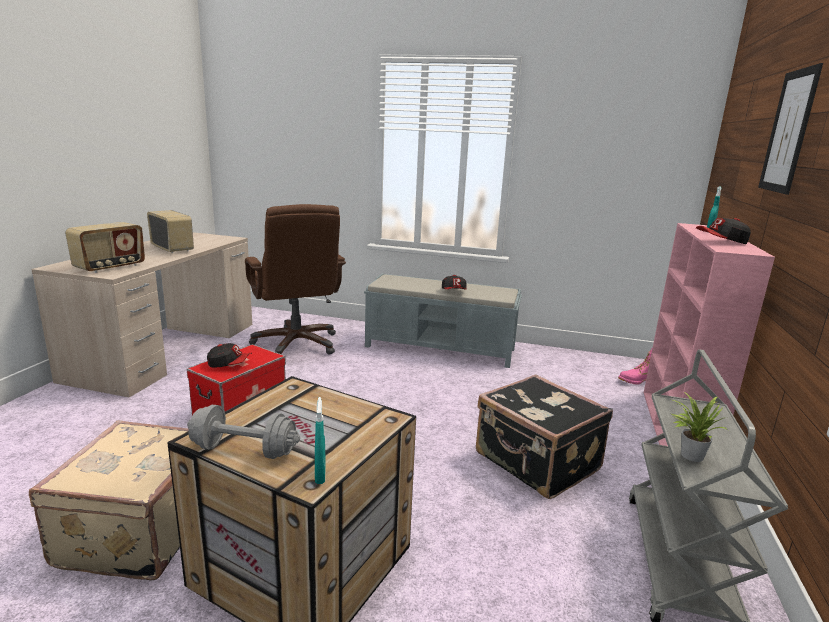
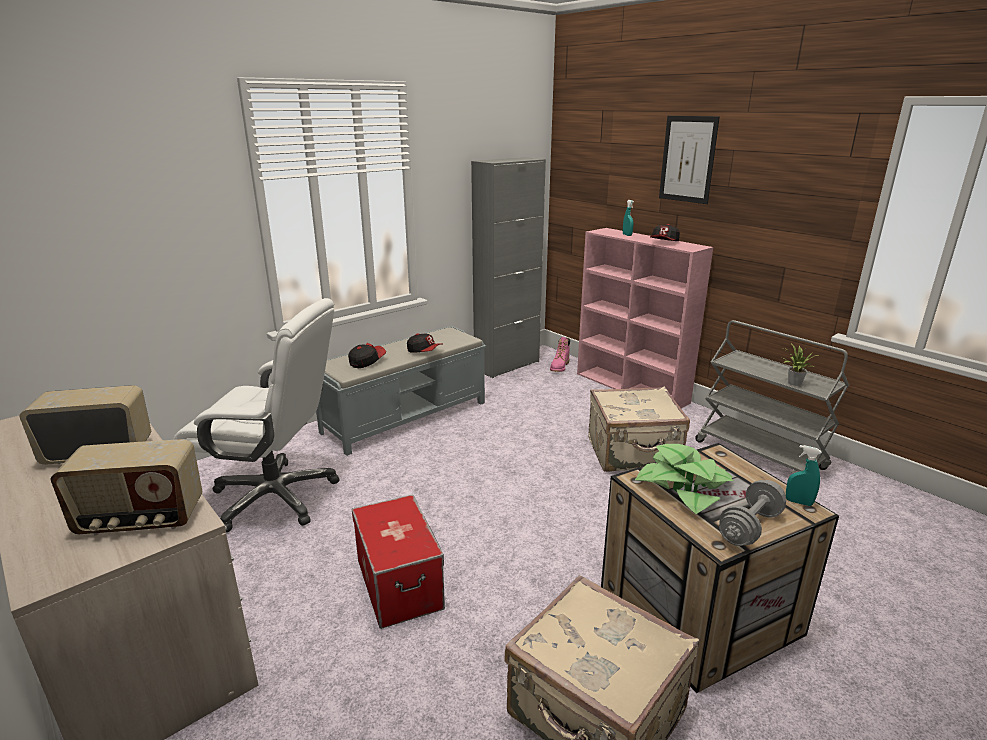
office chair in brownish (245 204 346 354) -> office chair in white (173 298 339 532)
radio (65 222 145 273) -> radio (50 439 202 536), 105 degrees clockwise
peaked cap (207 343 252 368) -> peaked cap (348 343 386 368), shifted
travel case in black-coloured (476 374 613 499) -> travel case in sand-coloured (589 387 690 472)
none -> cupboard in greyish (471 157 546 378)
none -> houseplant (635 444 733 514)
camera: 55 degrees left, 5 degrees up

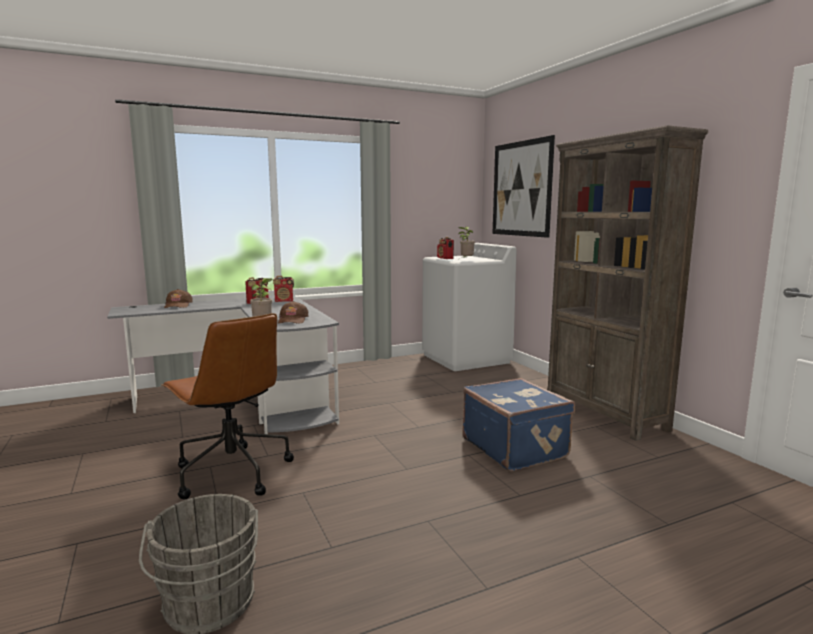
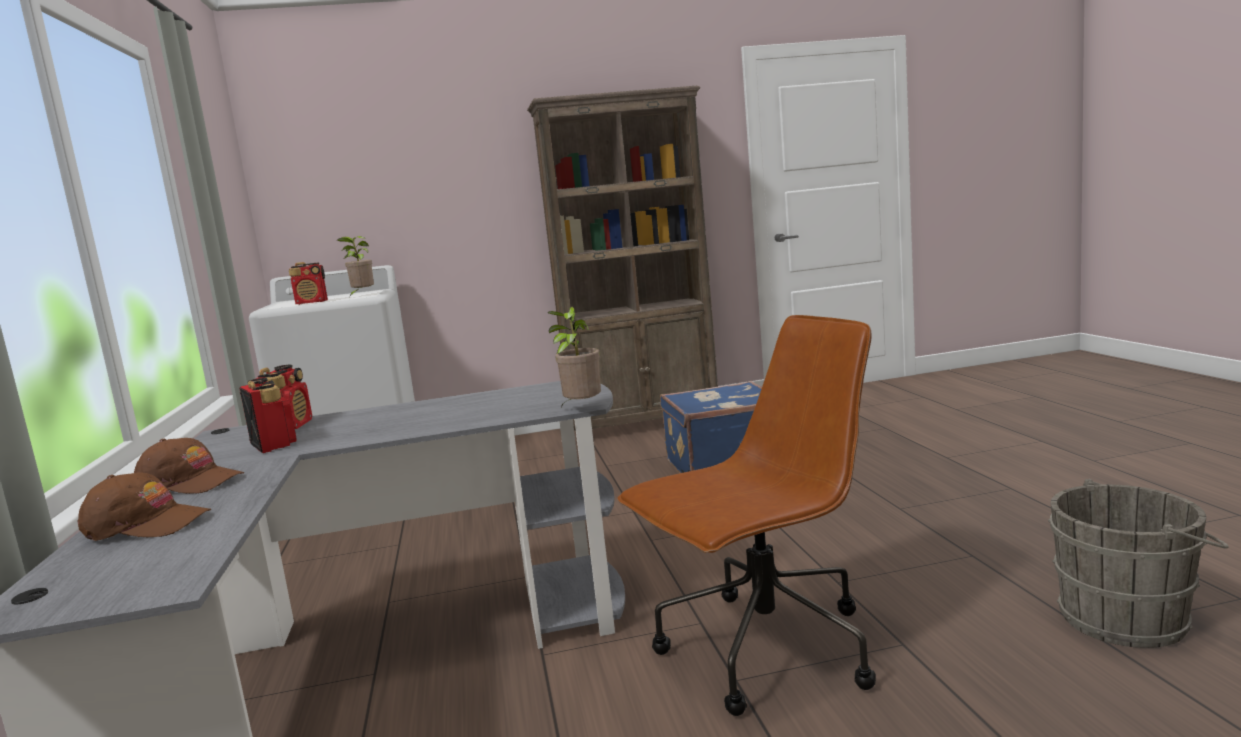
wall art (493 135 555 238) -> none
peaked cap in brownish (278 301 308 323) -> peaked cap in brownish (134 438 244 494), shifted
camera: 75 degrees left, 0 degrees up

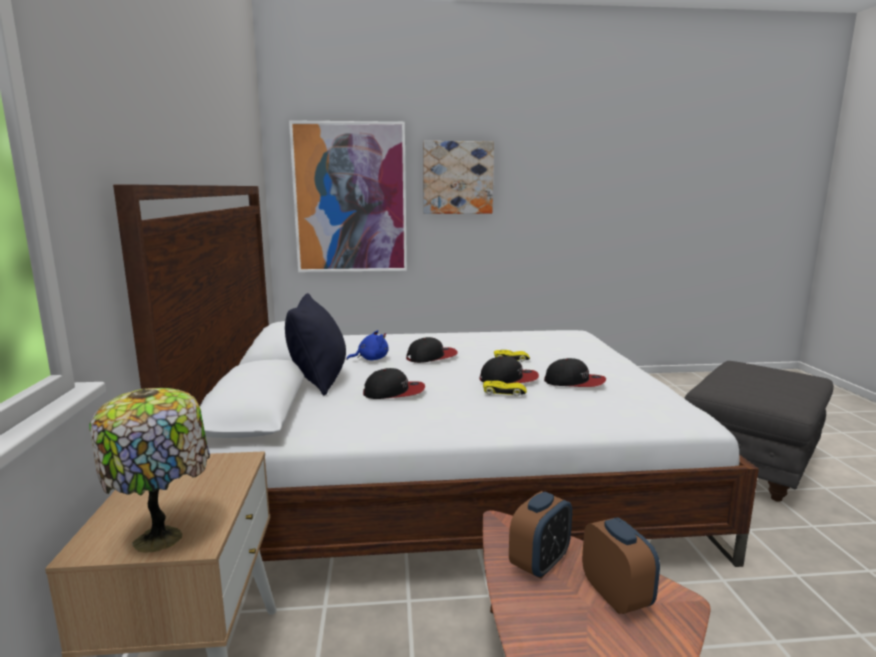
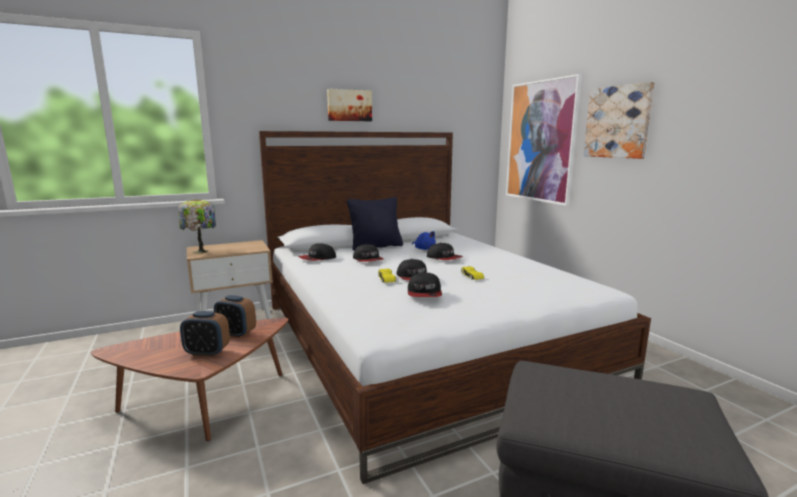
alarm clock (582 518 660 614) -> alarm clock (180 311 230 357), 45 degrees clockwise
none -> wall art (327 89 372 121)
none -> peaked cap (298 243 336 261)
camera: 70 degrees right, 0 degrees up

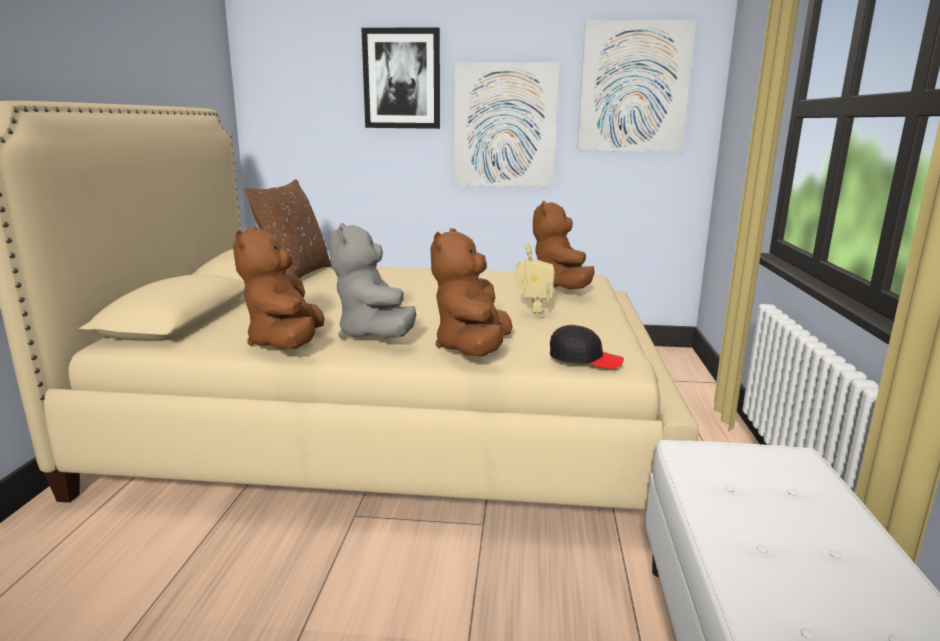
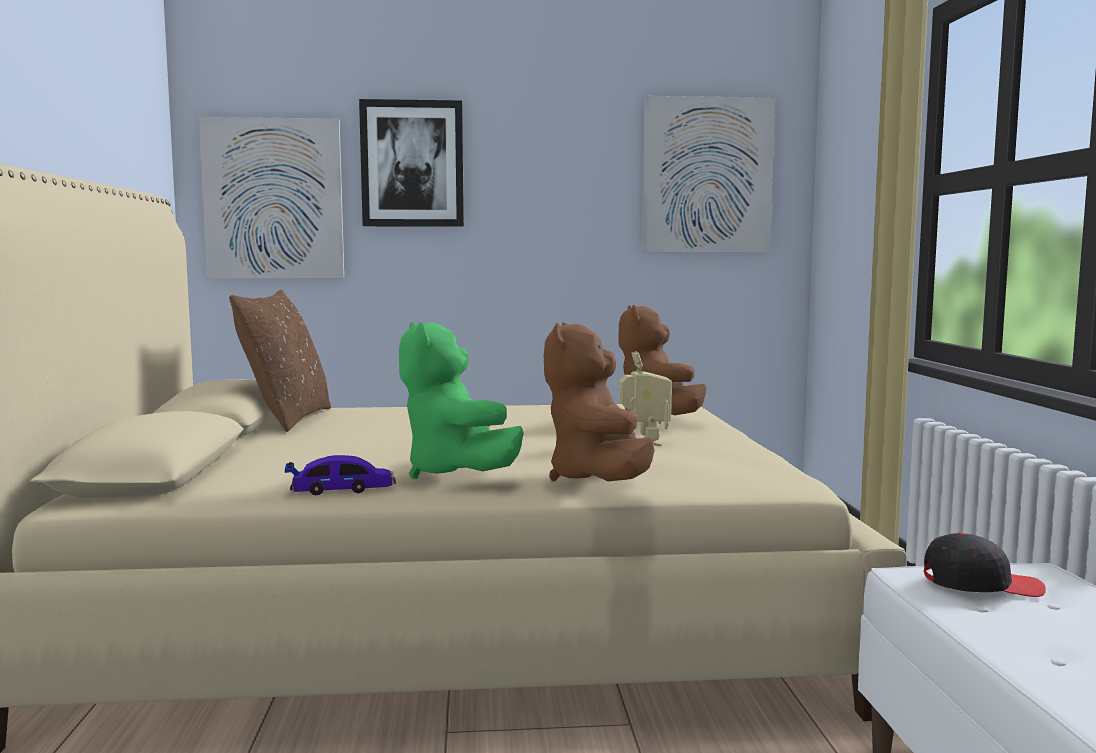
wall art (454 62 559 187) -> wall art (199 117 344 278), shifted
cuddly toy in greyish (329 223 416 339) -> cuddly toy in green-coloured (399 322 524 479)
cuddly toy in brownish (233 226 325 349) -> miniature car (285 455 396 495)
peaked cap in black-coloured (550 324 624 369) -> peaked cap in black-coloured (924 532 1046 597), shifted
camera: 10 degrees left, 10 degrees down

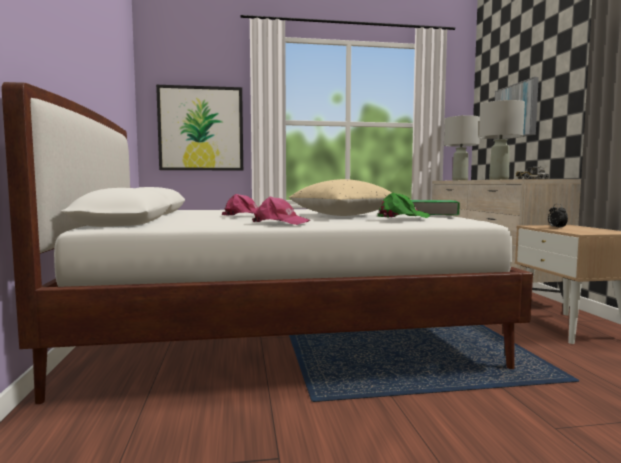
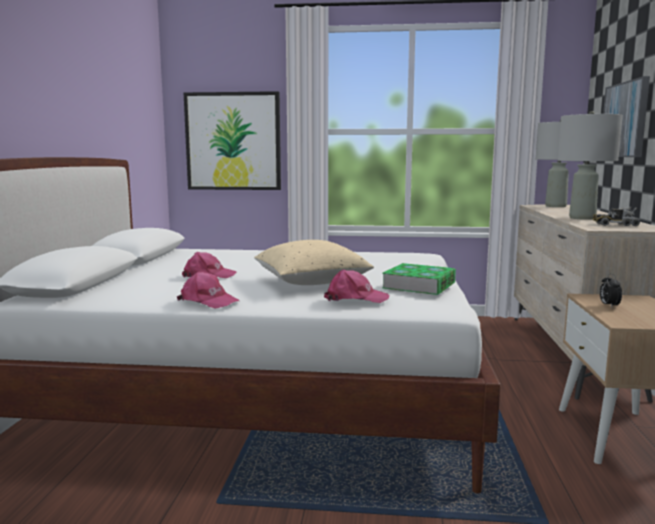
peaked cap in green-coloured (377 193 430 218) -> peaked cap in pink-coloured (324 270 390 303)
camera: 15 degrees right, 5 degrees up

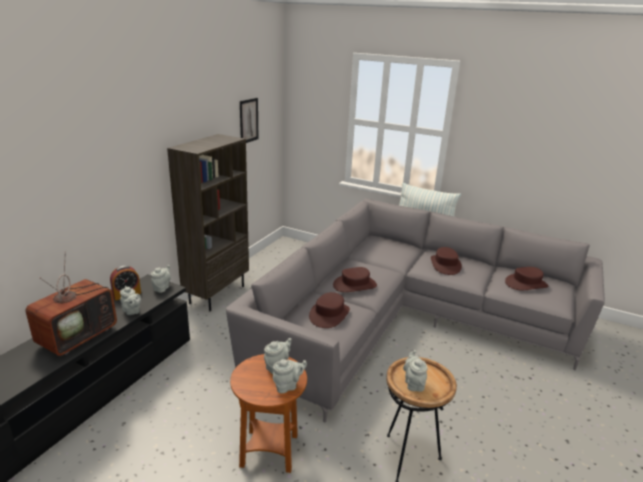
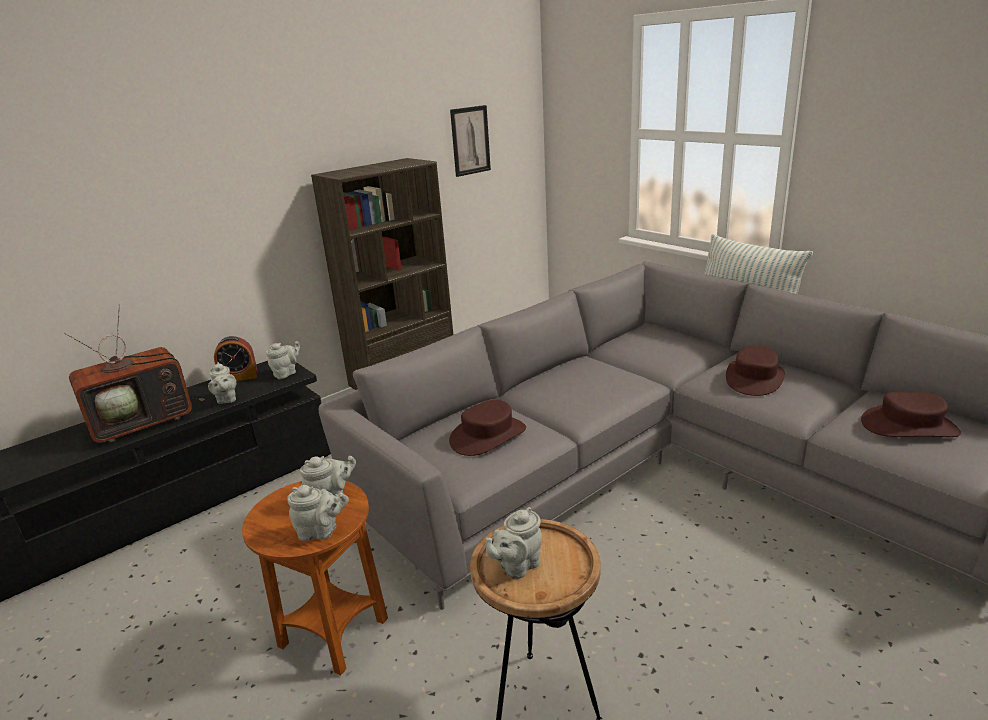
clothing hat in brownish (333 267 377 292) -> none
tea pot in greyish (403 350 427 392) -> tea pot in greyish (485 507 542 579), 150 degrees counterclockwise
camera: 25 degrees right, 0 degrees up

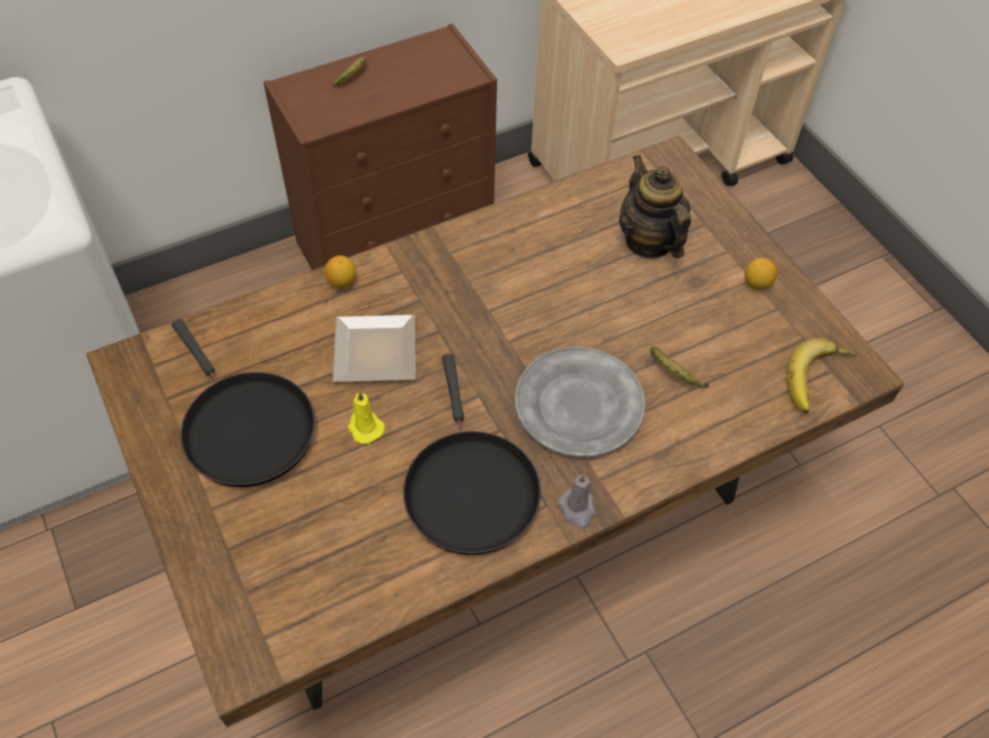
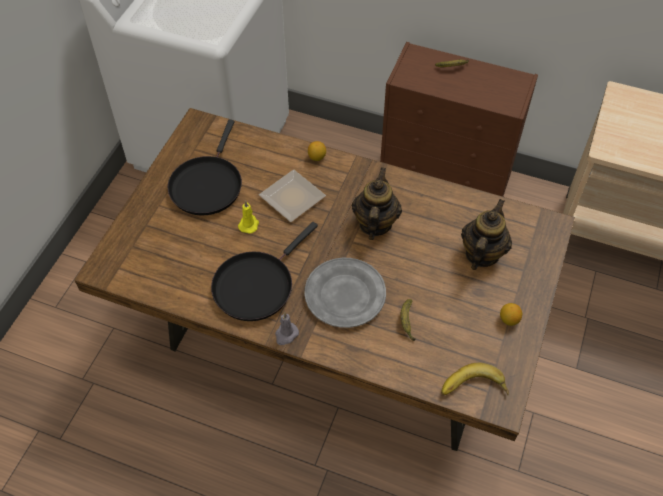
none -> tea pot (352 167 402 240)
camera: 50 degrees right, 0 degrees up

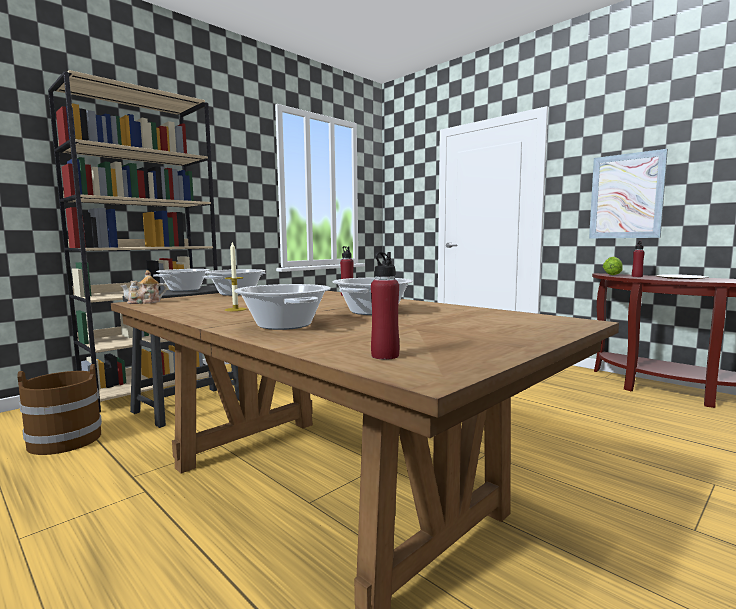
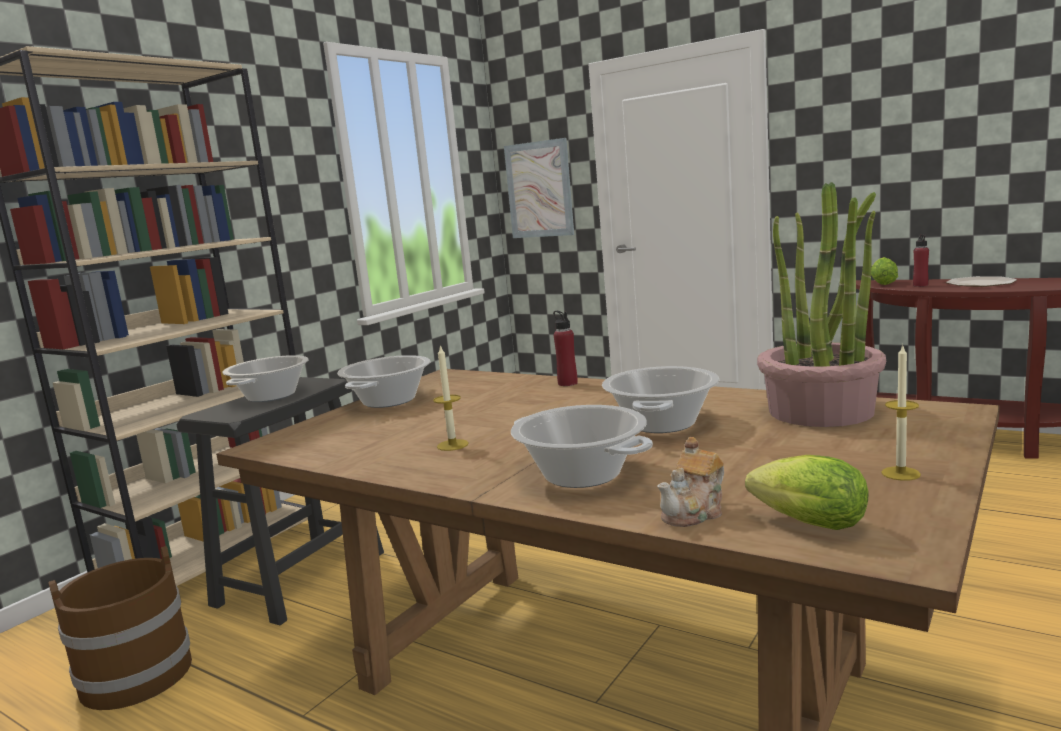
wall art (589 149 668 238) -> wall art (504 138 574 238), shifted
bottle in red (371 252 399 360) -> head of lettuce (745 455 868 530)
tea pot (120 270 167 304) -> tea pot (657 437 724 527), shifted
none -> houseplant (757 182 886 427)
none -> candle (881 344 921 481)
camera: 10 degrees left, 5 degrees up

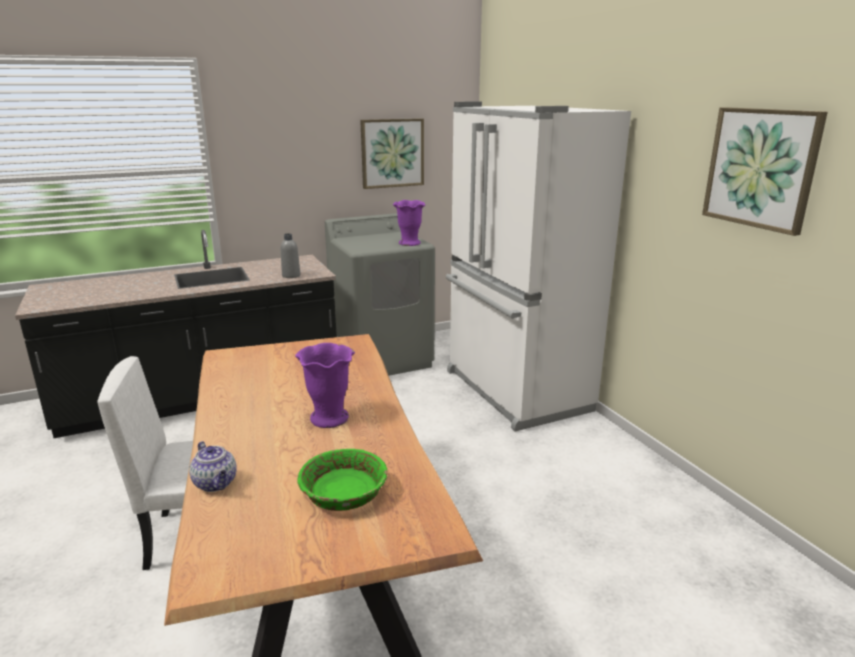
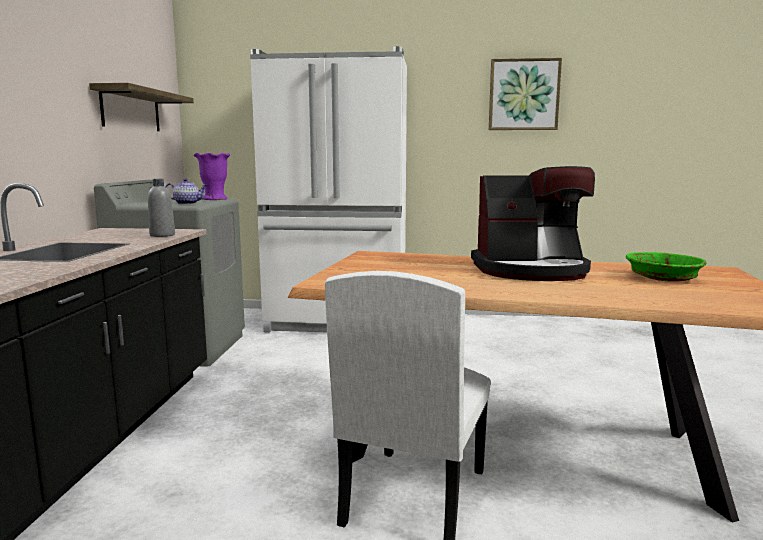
wall art (360 118 424 189) -> shelf (89 83 194 131)
vase in purple-coloured (295 343 355 428) -> coffee maker (471 166 595 281)
tea pot (189 441 237 492) -> tea pot (165 178 208 204), shifted
camera: 60 degrees left, 10 degrees down

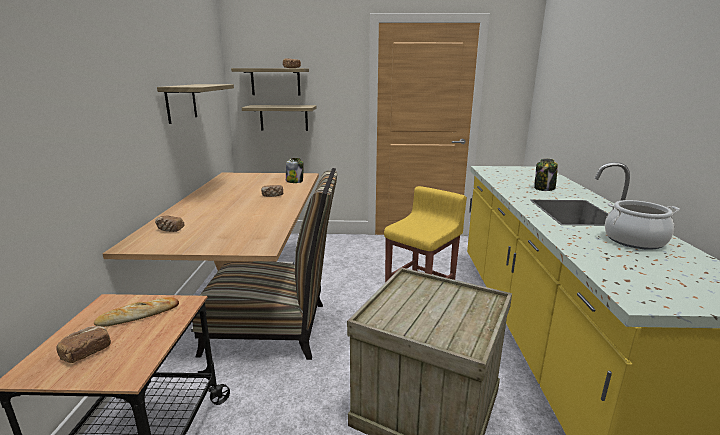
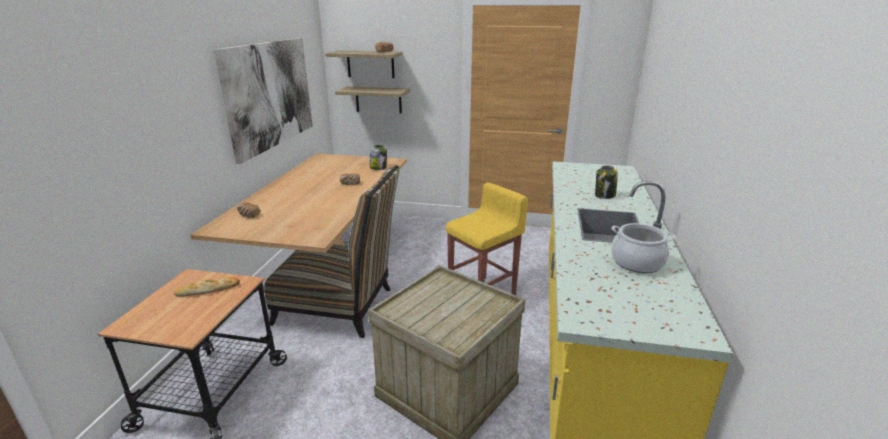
shelf (157 84 234 124) -> wall art (214 38 313 164)
baked bread (56 326 111 363) -> none
camera: 10 degrees right, 5 degrees up

